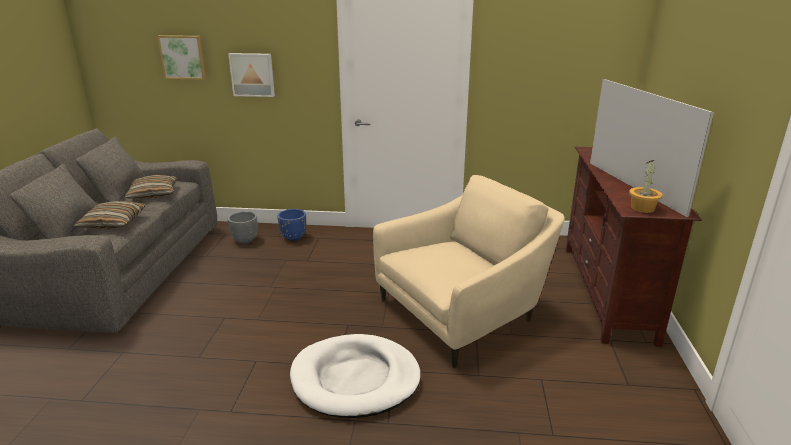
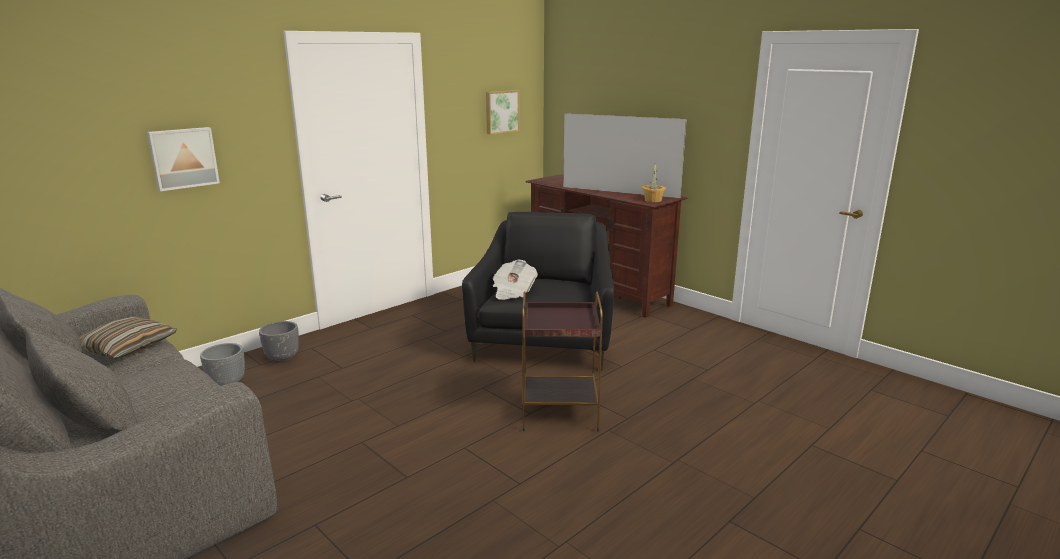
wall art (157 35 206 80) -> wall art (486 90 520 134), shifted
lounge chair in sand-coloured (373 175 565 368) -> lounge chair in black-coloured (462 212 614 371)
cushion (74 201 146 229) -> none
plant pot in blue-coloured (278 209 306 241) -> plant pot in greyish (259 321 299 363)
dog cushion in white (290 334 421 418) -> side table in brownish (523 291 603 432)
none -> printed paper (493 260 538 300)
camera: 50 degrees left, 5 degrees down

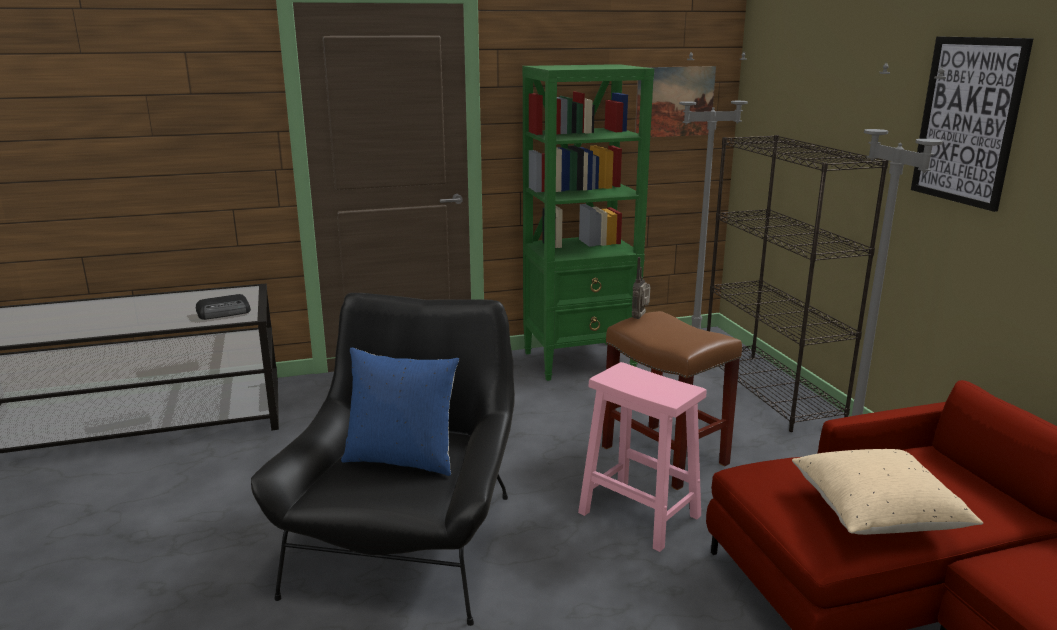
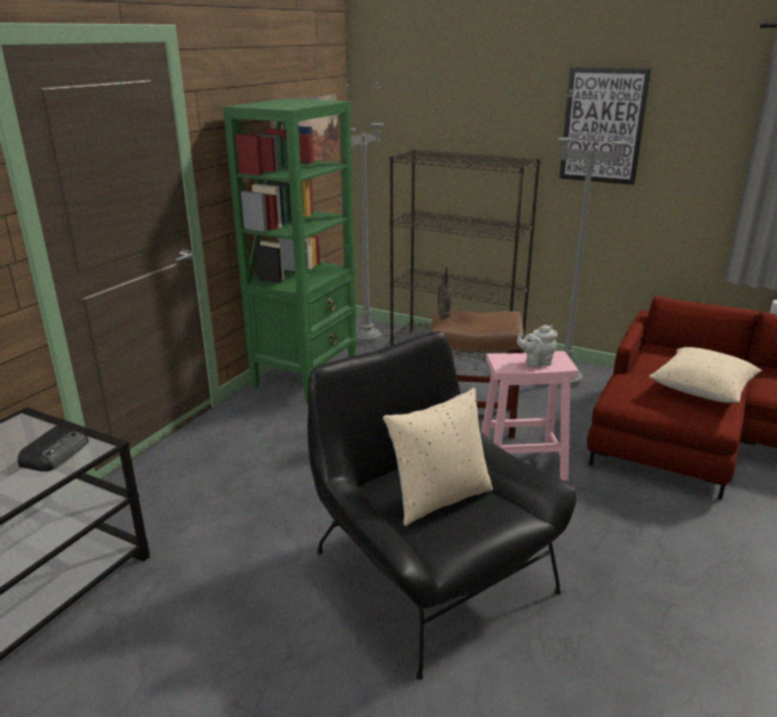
cushion in blue-coloured (341 348 459 476) -> cushion in sand-coloured (383 388 493 526)
none -> tea pot in greyish (517 325 557 368)
camera: 45 degrees left, 5 degrees up

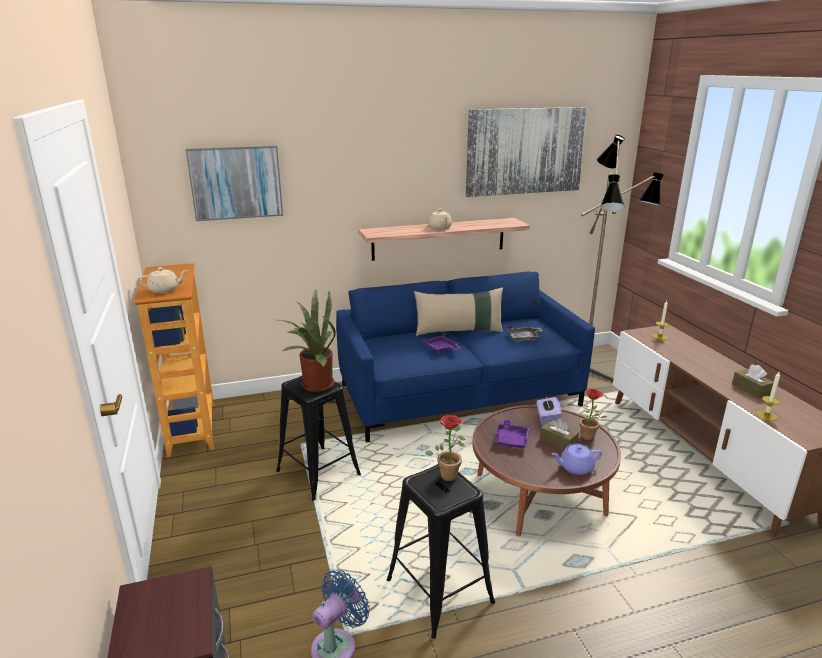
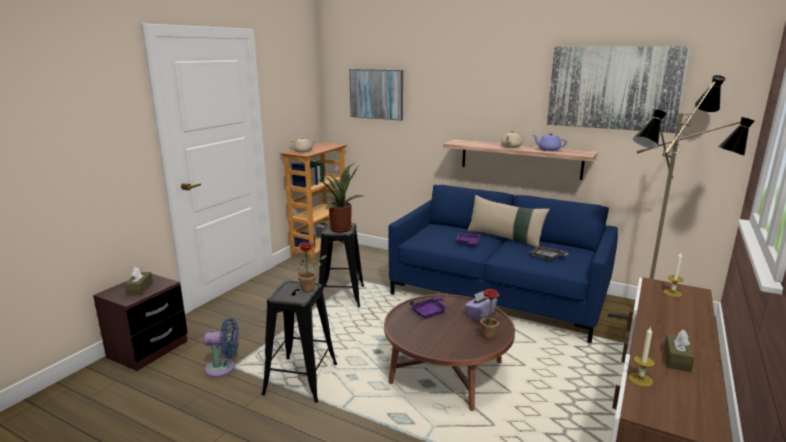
tissue box in brownish (540 418 579 450) -> tissue box in brownish (124 267 153 295), shifted
tea pot in purple-coloured (552 444 602 475) -> tea pot in purple-coloured (533 133 567 151), shifted
camera: 45 degrees right, 5 degrees down

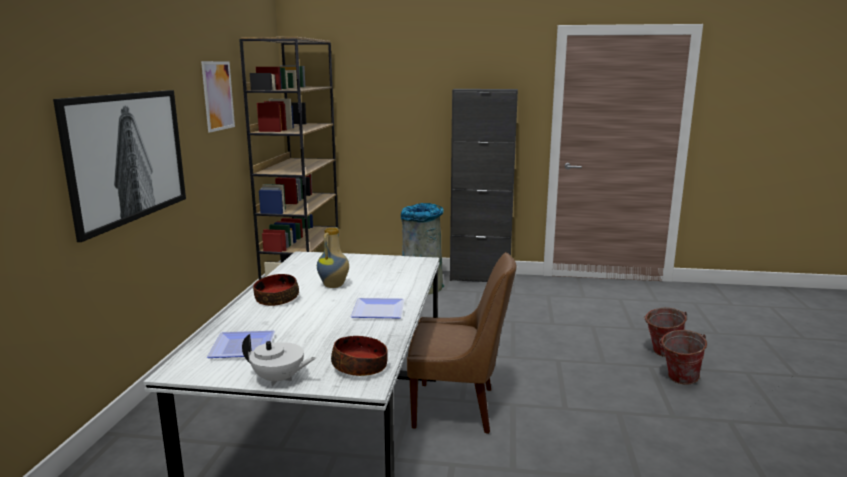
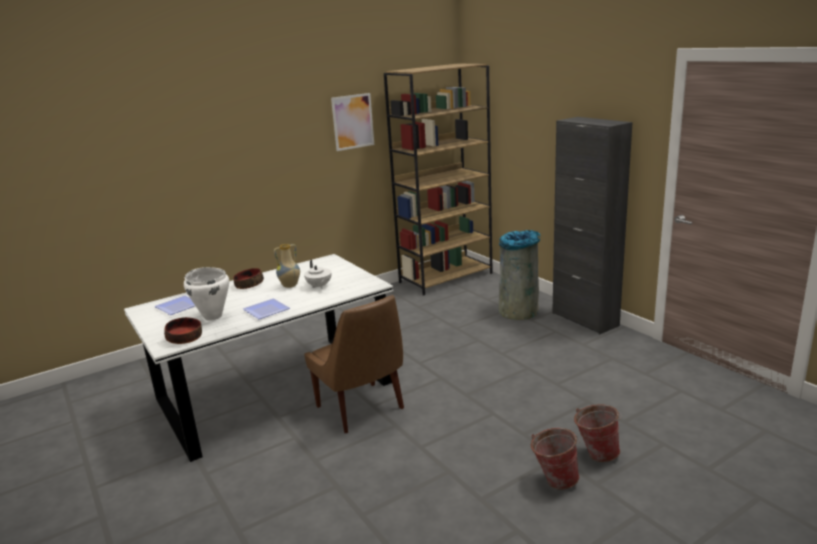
wall art (53 90 186 242) -> none
tea pot in white (242 334 316 386) -> tea pot in white (304 260 332 288), shifted
none -> stockpot in white (184 267 229 321)
camera: 50 degrees right, 5 degrees up

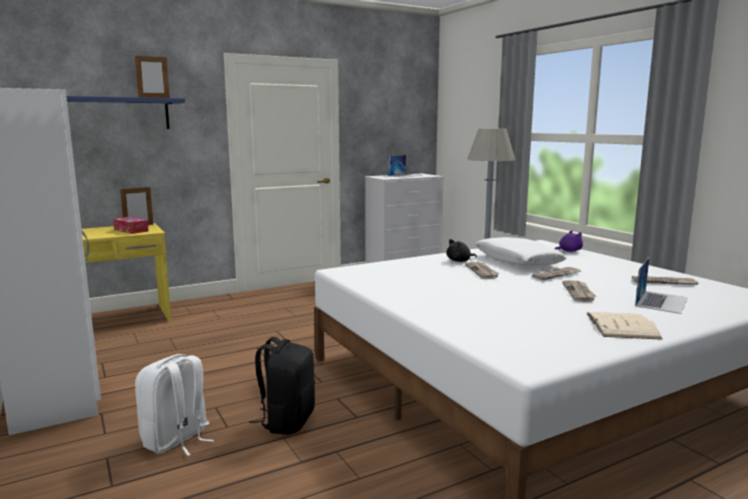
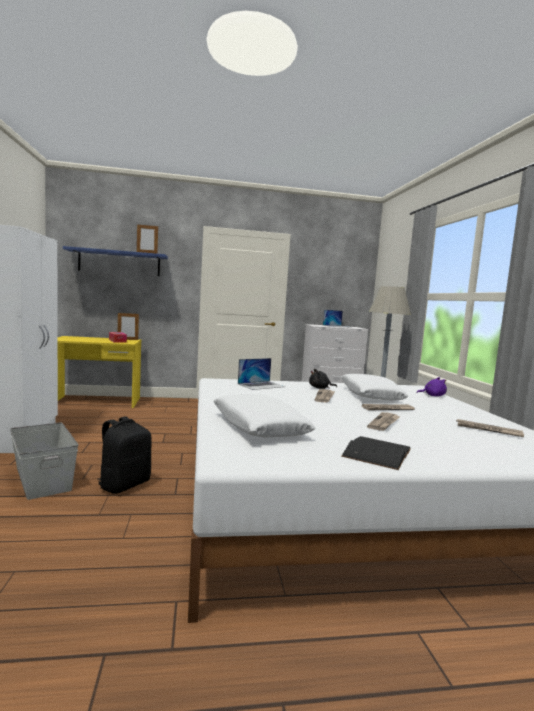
notebook computer (635 258 688 314) -> notebook computer (238 358 285 390), shifted
book in sand-coloured (587 312 663 340) -> book in black-coloured (341 436 411 470)
backpack in white (135 354 214 456) -> storage box in greyish (10 422 79 500)
none -> cushion in white (214 394 315 437)
camera: 20 degrees right, 5 degrees down

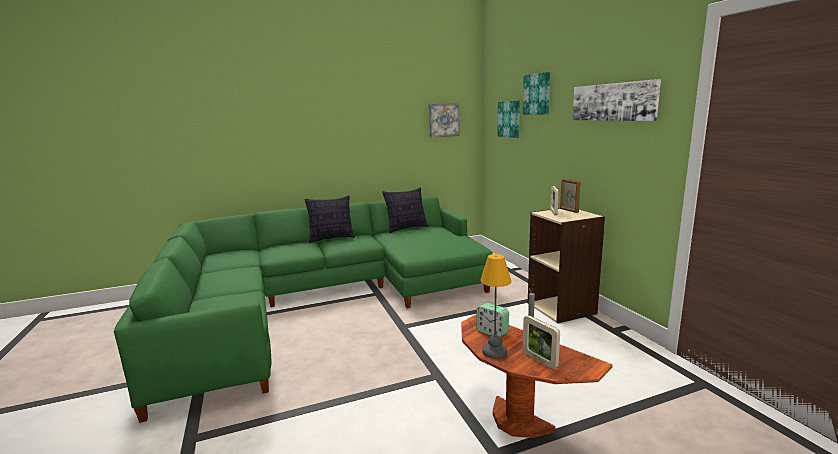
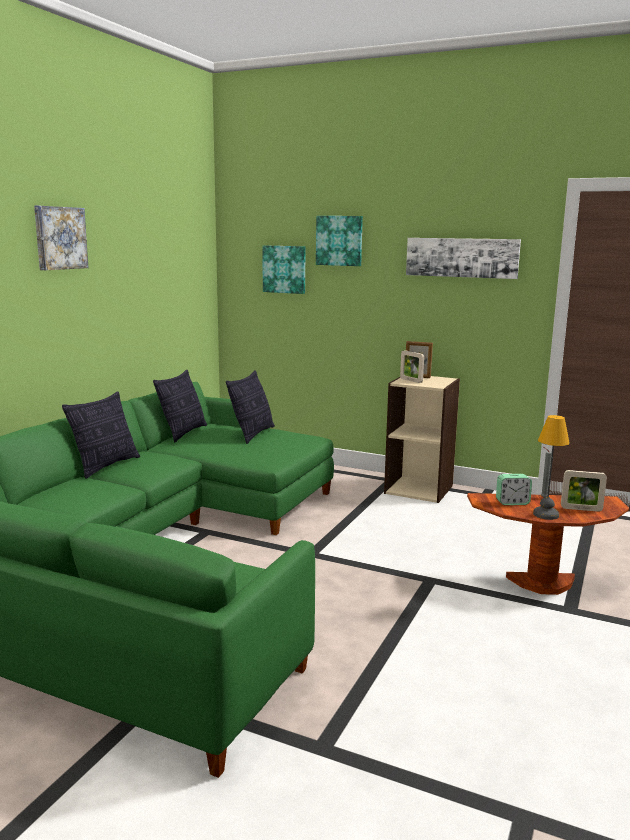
wall art (428 103 460 137) -> wall art (34 206 88 270), shifted
none -> cushion (226 370 275 444)
camera: 45 degrees left, 0 degrees up

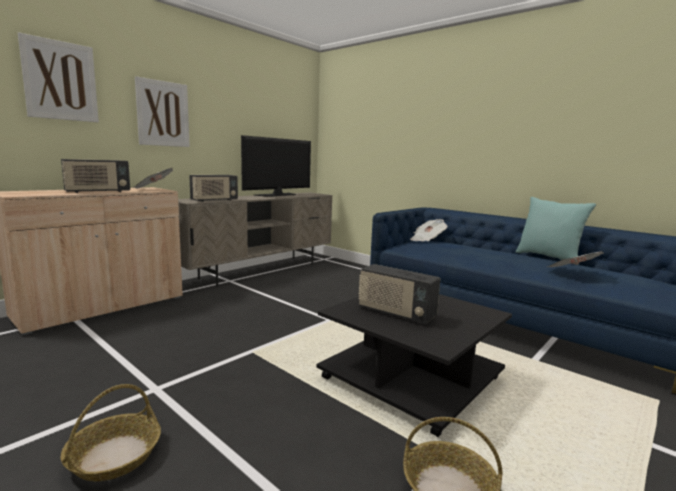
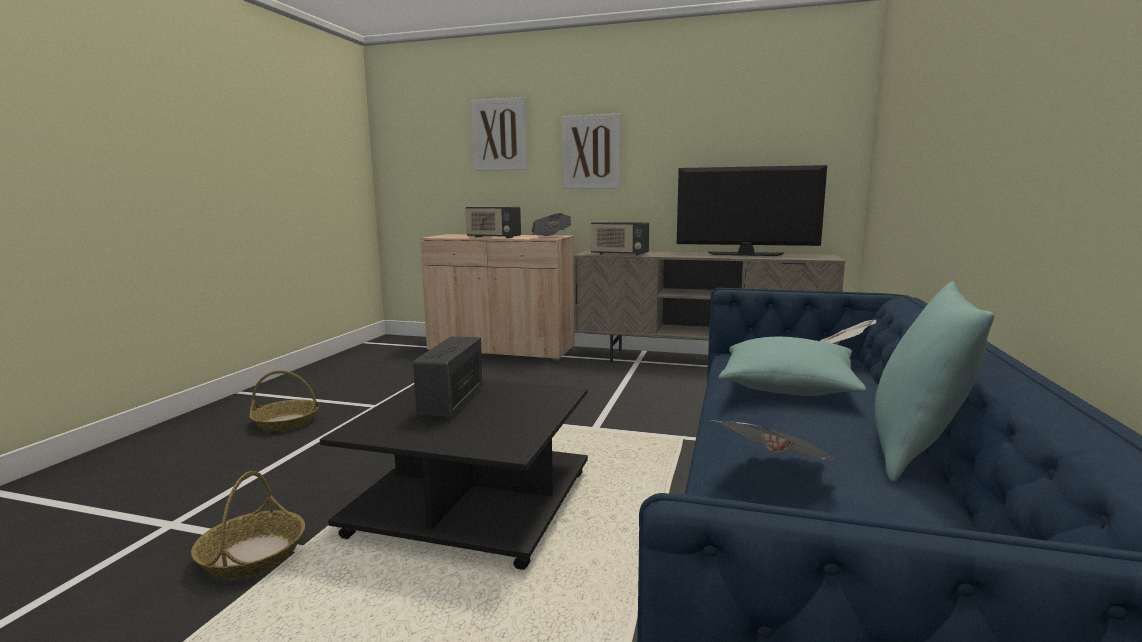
none -> cushion in blue-green (719 337 866 396)
camera: 65 degrees right, 0 degrees up

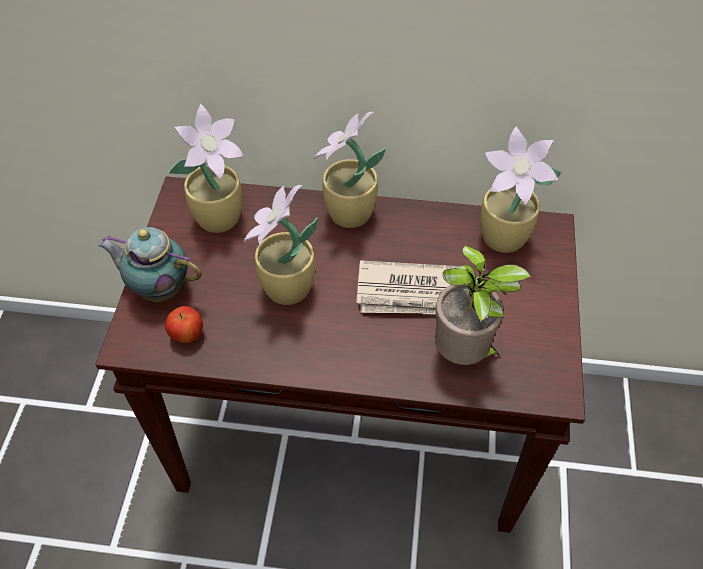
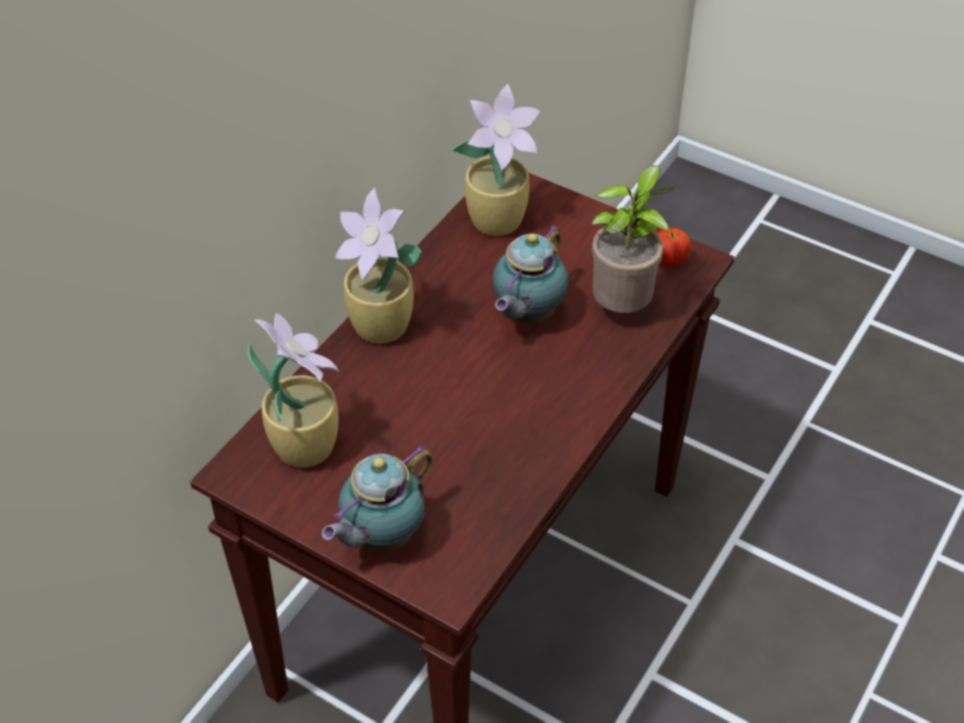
houseplant (244 185 318 305) -> none
printed paper (356 260 460 314) -> tea pot (492 225 569 323)
apple (165 306 203 343) -> apple (657 228 692 267), shifted
camera: 65 degrees left, 5 degrees down

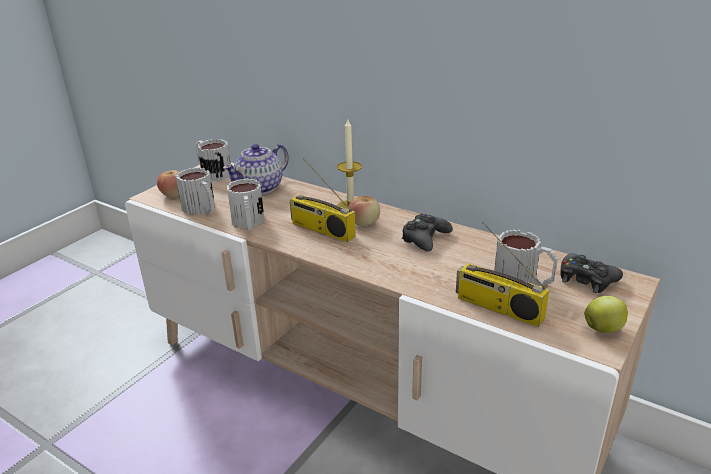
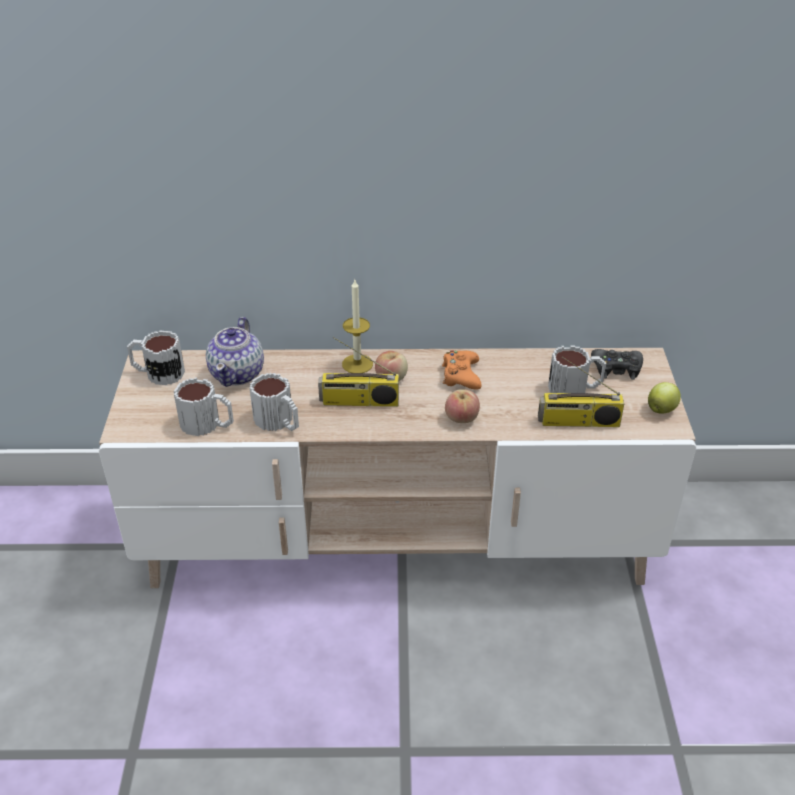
apple (157 170 179 198) -> apple (445 389 480 423), shifted
joypad in black-coloured (402 214 453 252) -> joypad in orange-coloured (442 350 482 389)
camera: 35 degrees left, 10 degrees up

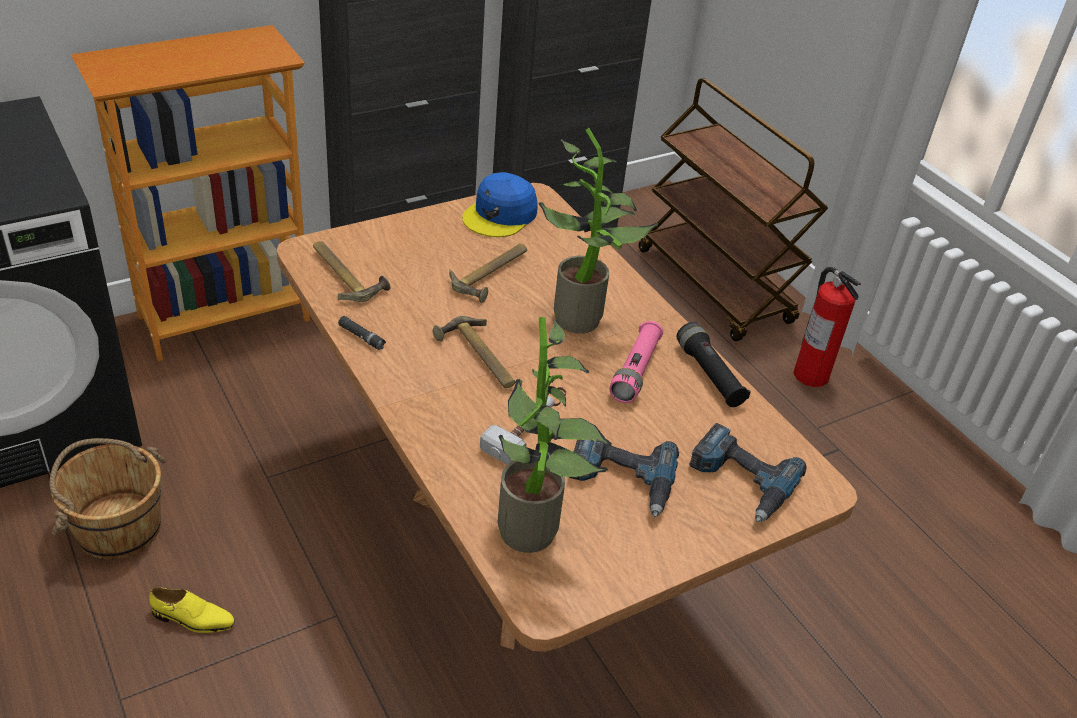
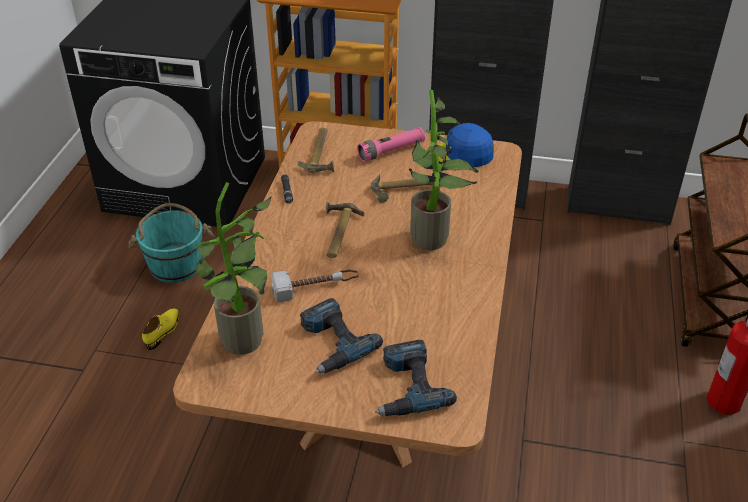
hand torch in pink-coloured (609 321 663 403) -> hand torch in pink-coloured (357 127 425 161), shifted
hand torch in black-coloured (677 322 750 407) -> none
pail in brownish (49 438 166 560) -> pail in blue-green (128 203 215 283)
low shoe in yellow (149 587 235 633) -> low shoe in yellow (142 309 179 350), 120 degrees counterclockwise
camera: 45 degrees right, 0 degrees up

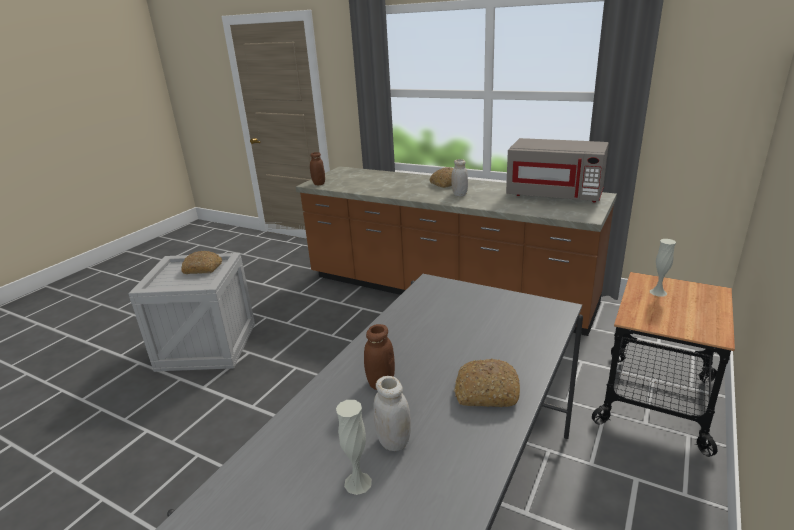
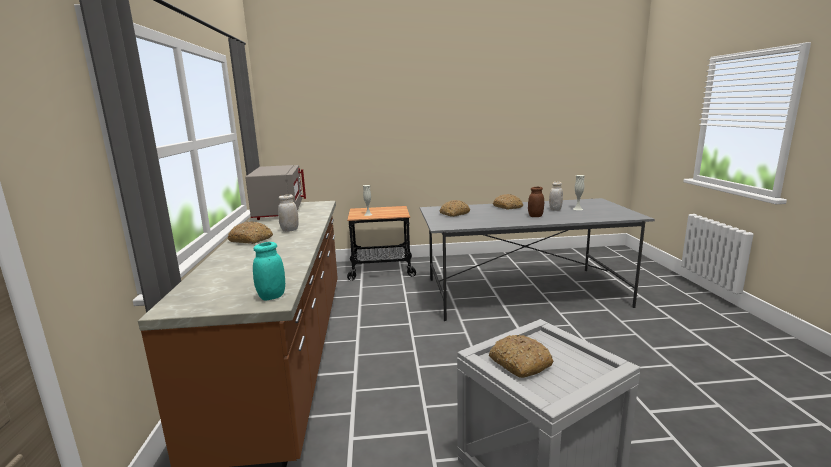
storage jar in brownish (310 152 325 185) -> storage jar in blue-green (253 242 285 301)
none -> baked bread (440 200 470 217)
camera: 125 degrees left, 10 degrees down

